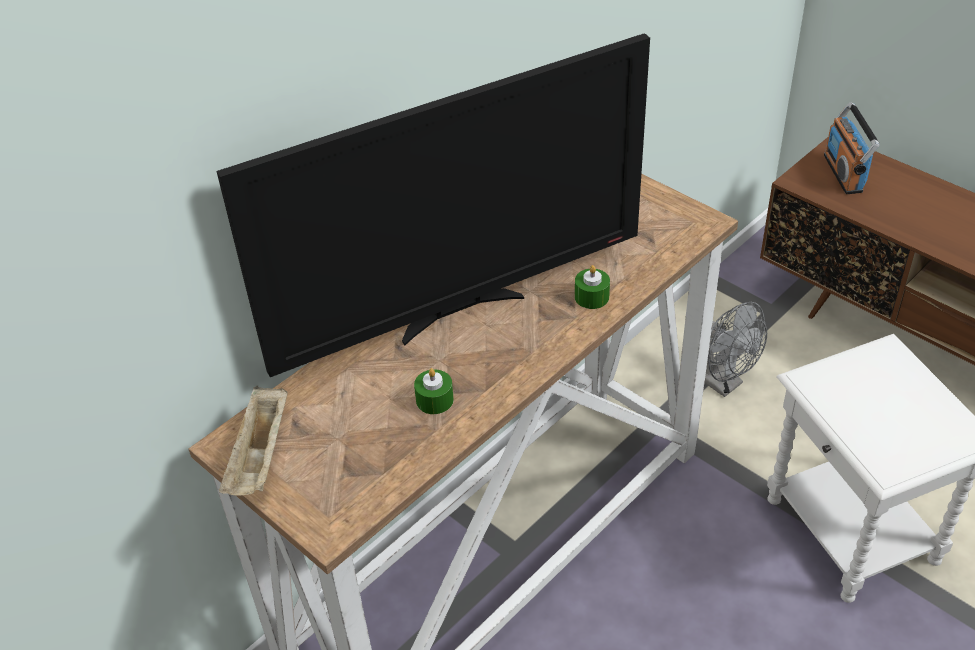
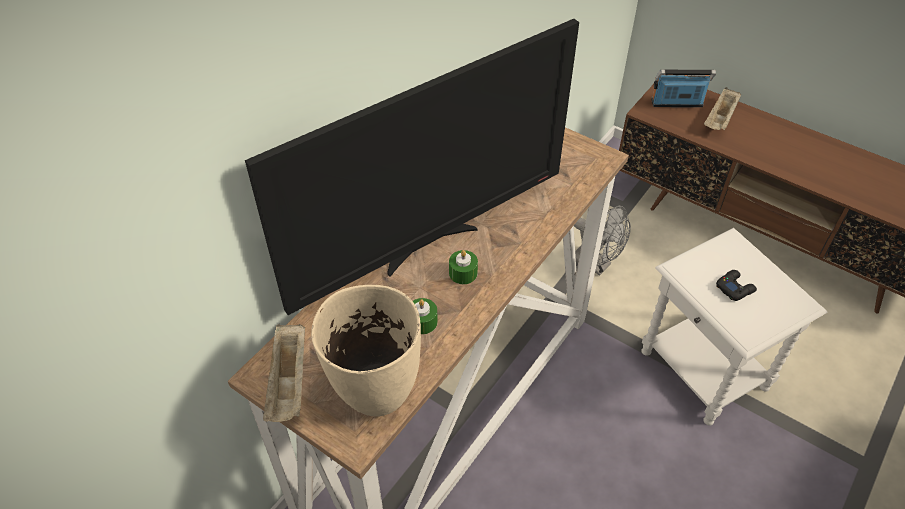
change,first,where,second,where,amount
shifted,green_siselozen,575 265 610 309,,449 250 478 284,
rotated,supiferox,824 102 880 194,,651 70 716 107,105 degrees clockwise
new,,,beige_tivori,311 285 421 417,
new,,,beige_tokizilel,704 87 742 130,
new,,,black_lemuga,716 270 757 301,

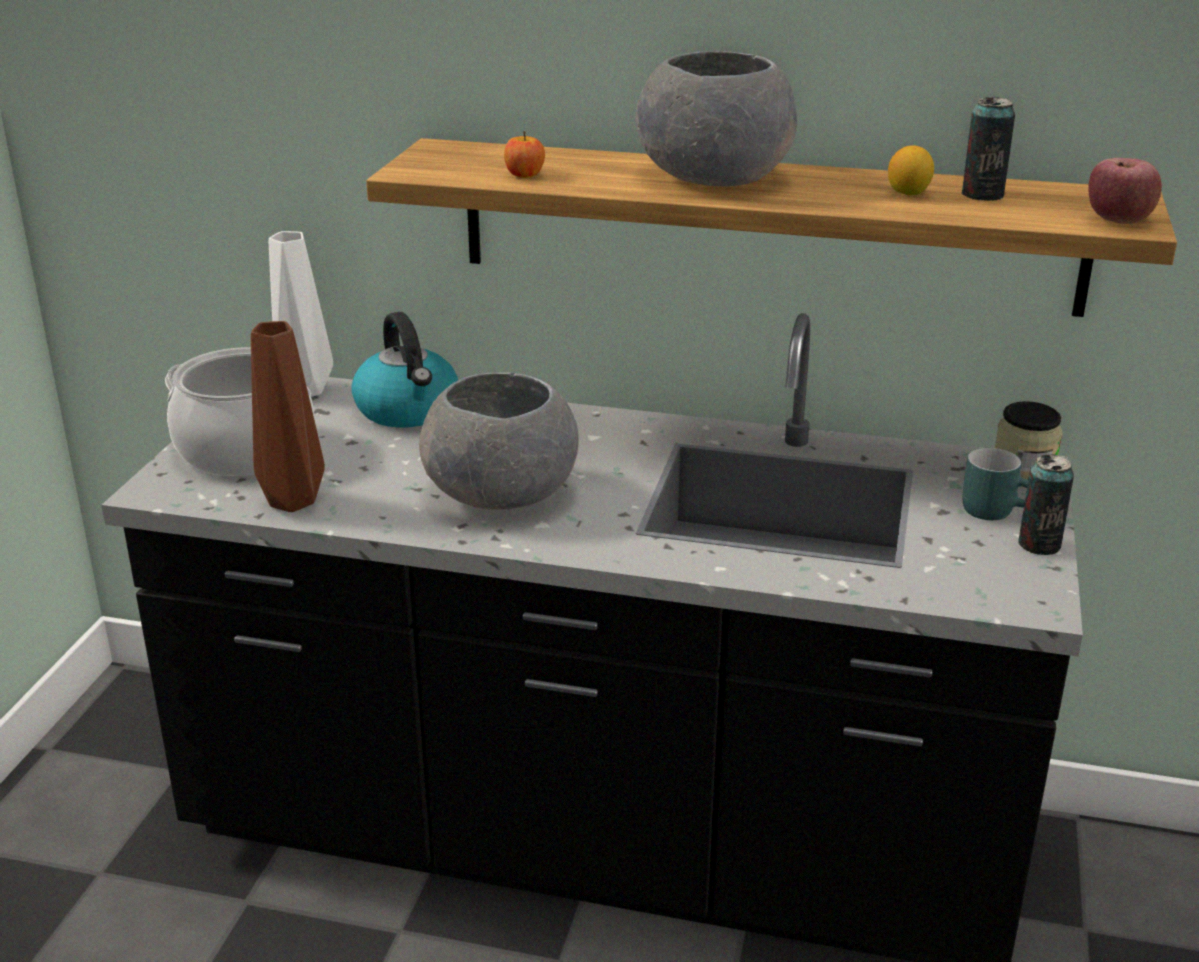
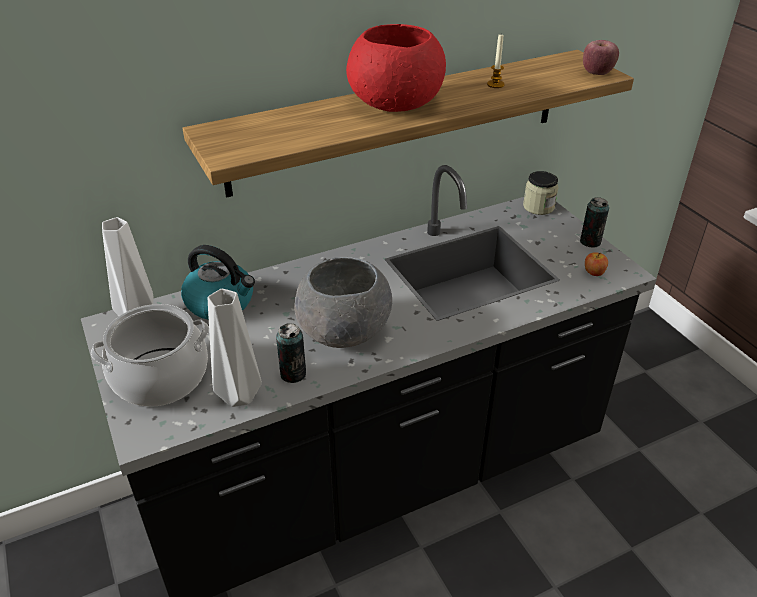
change,first,where,second,where,amount
repainted,brown_tivori,251 321 325 512,grey_tivori,208 289 262 407,
shifted,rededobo,504 131 545 178,,585 252 608 276,
repainted,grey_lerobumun,635 51 797 187,red_lerobumun,346 24 446 112,
swapped,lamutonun,888 145 934 195,siselozen,487 35 505 88,
shifted,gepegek,961 97 1015 201,,276 323 306 383,
gone,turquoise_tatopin,963 448 1028 520,,,

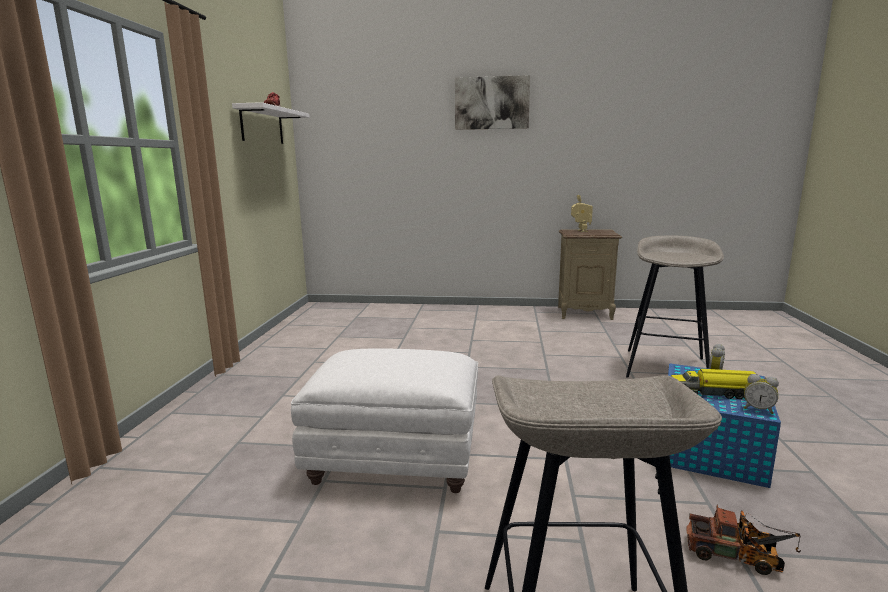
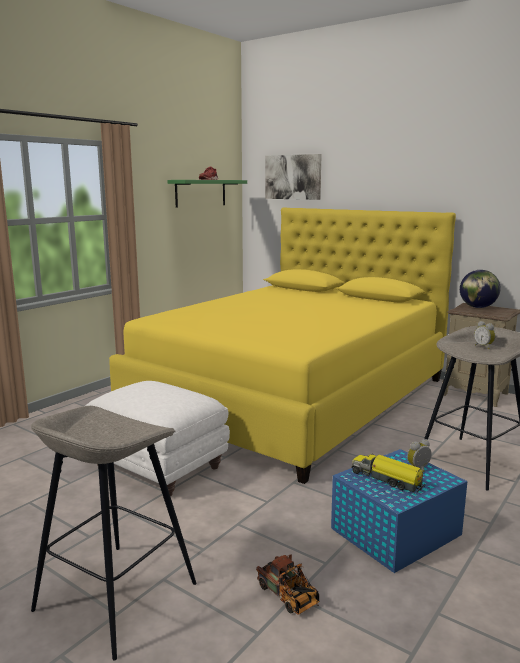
change,first,where,second,where,amount
repainted,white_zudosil,232 102 310 144,green_zudosil,167 180 247 208,
shifted,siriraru,455 75 530 130,,265 154 322 200,
swapped,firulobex,571 195 593 232,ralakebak,460 270 501 308,
shifted,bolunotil,744 374 779 414,,474 321 495 349,
new,,,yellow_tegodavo,109 207 456 484,

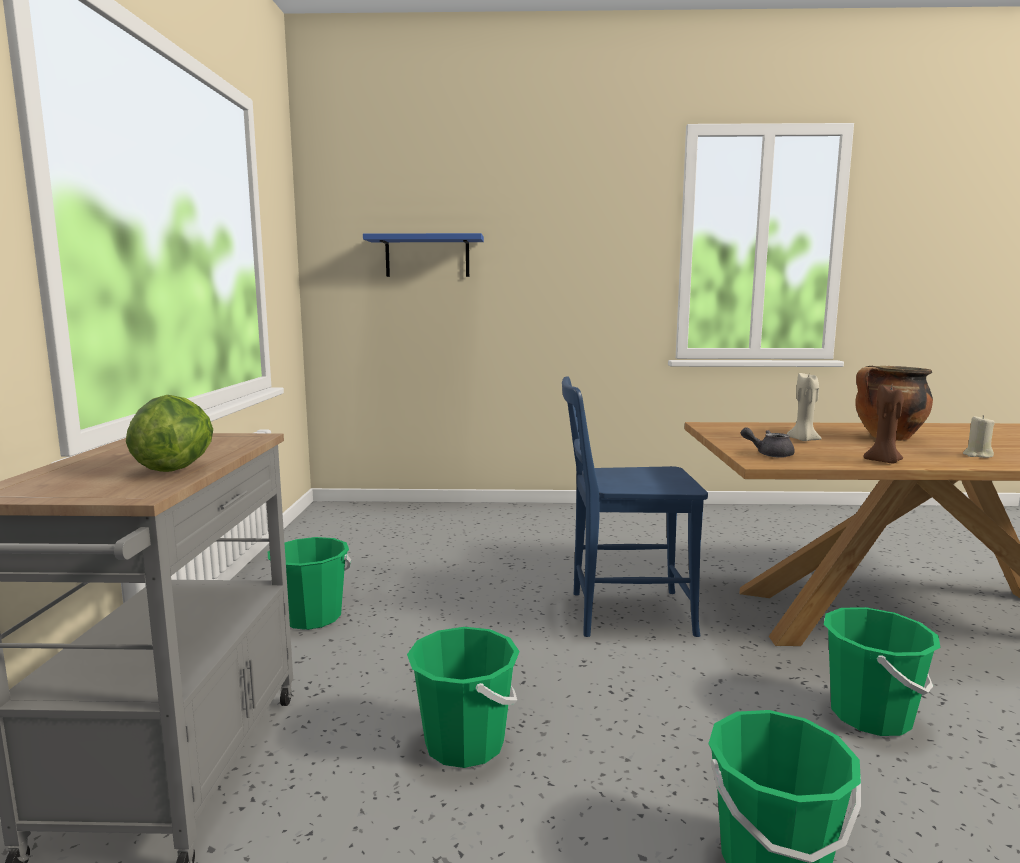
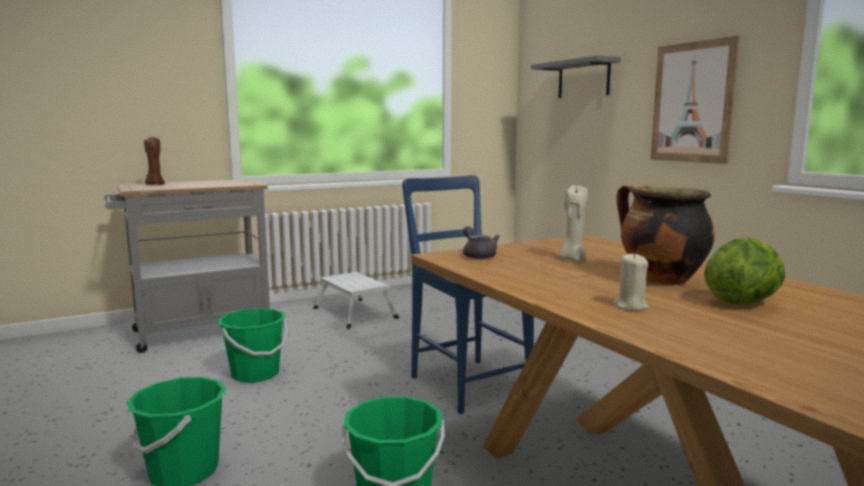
change,first,where,second,where,amount
shifted,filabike,126 395 213 472,,704 238 786 305,
swapped,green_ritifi,268 537 351 630,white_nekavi,313 272 399 329,
repainted,blue_zudosil,363 233 484 277,grey_zudosil,531 55 621 98,
shifted,brown_siselozen,863 385 904 463,,144 137 165 185,
new,,,siriraru,650 36 740 164,

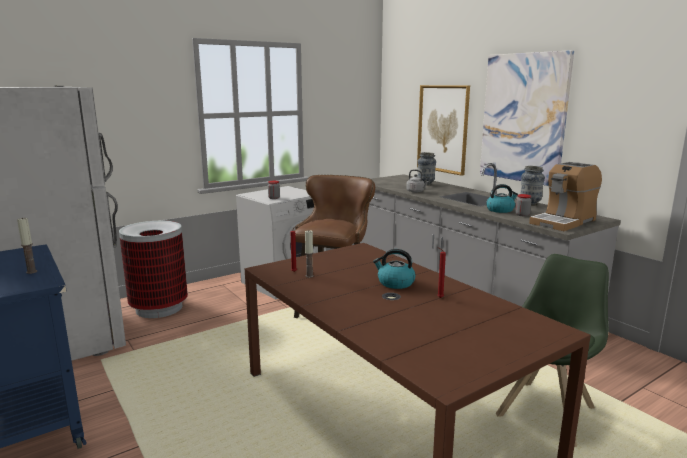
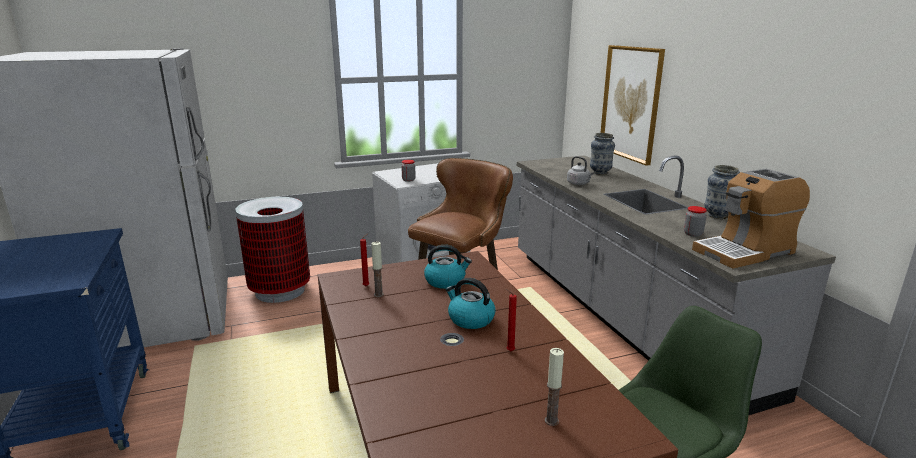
change,first,where,second,where,amount
shifted,siselozen,17 217 37 274,,545 348 564 426,
gone,siriraru,480 50 574 186,,,
shifted,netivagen,486 184 518 213,,424 245 472 289,

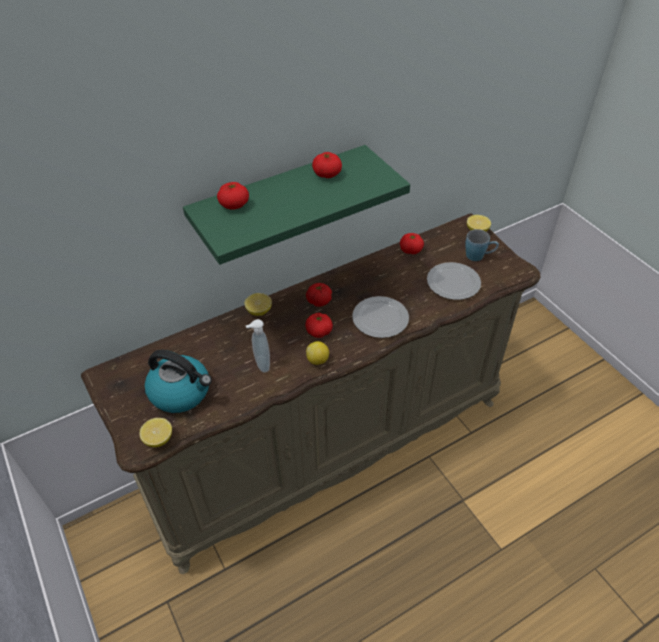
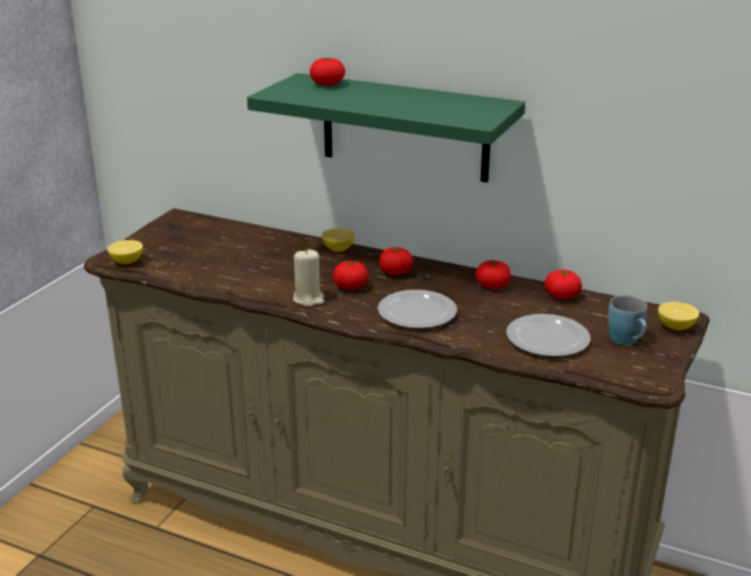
change,first,where,second,where,amount
gone,netivagen,145 350 212 413,,,
gone,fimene,246 319 270 373,,,
swapped,lamutonun,306 341 329 365,beige_siselozen,293 249 324 307,
shifted,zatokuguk,312 152 342 178,,475 260 511 289,

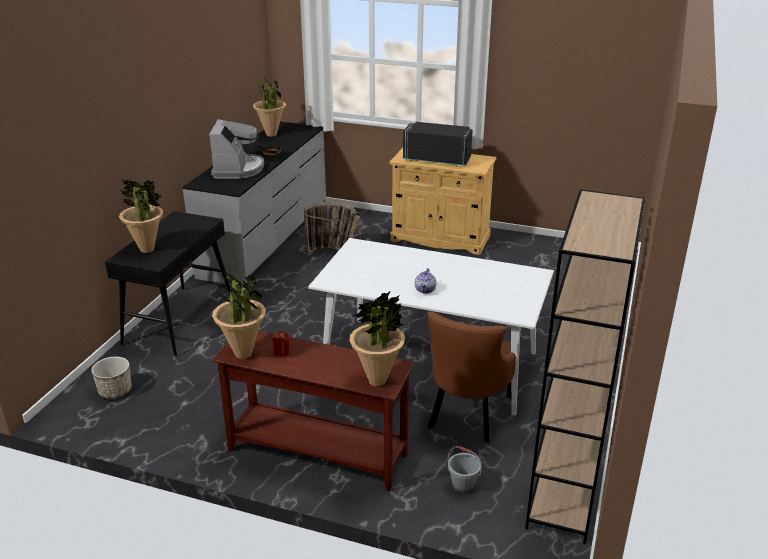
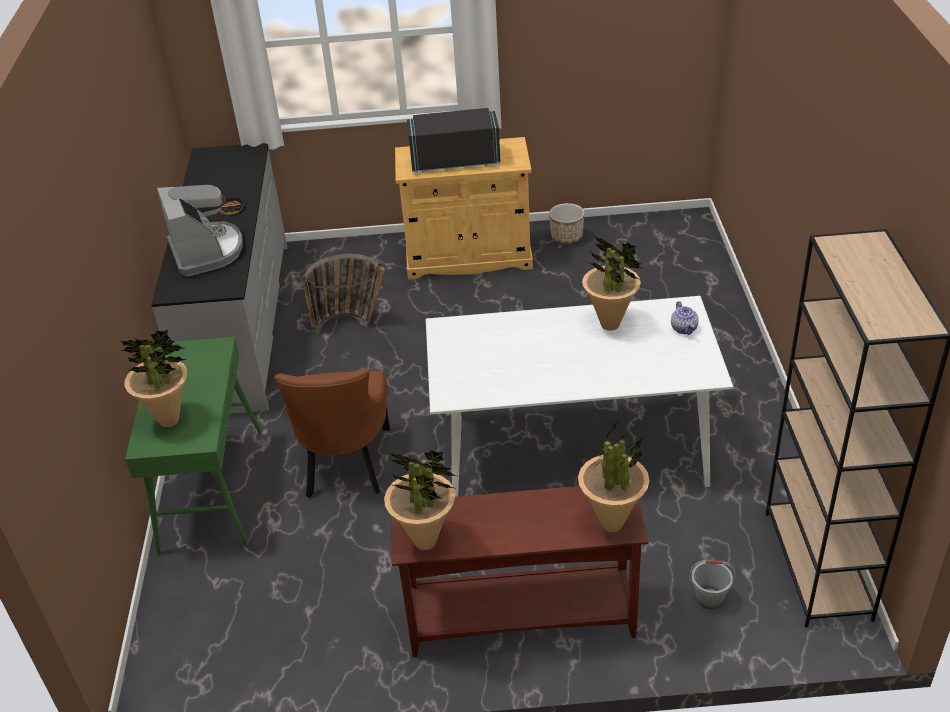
change,first,where,second,where,amount
shifted,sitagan,92 357 132 399,,549 203 584 244,
repainted,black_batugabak,105 211 231 357,green_batugabak,125 337 262 554,
shifted,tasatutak,253 76 286 137,,582 236 642 331,
gone,red_siselozen,273 331 290 356,,,
shifted,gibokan,415 268 436 294,,671 301 699 335,
shifted,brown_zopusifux,427 312 521 443,,274 368 390 498,

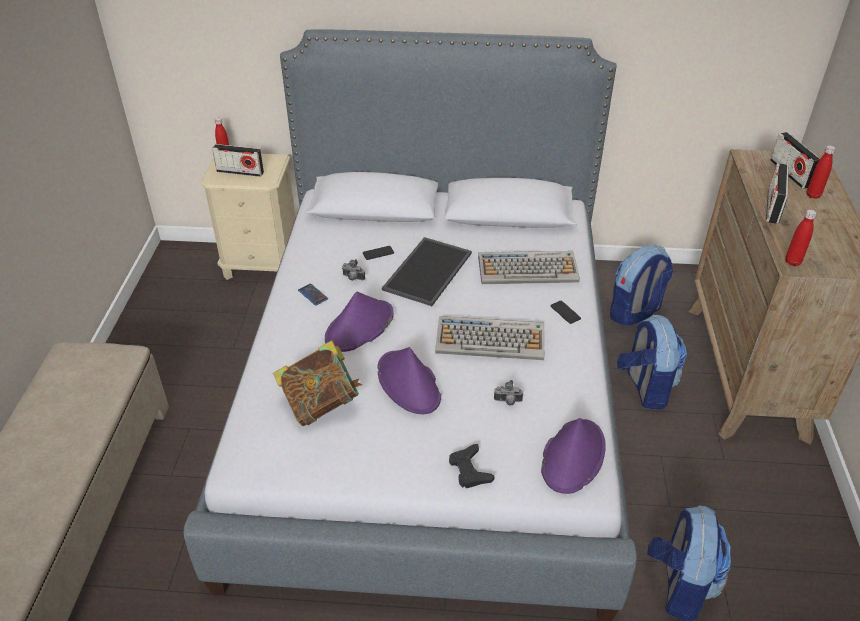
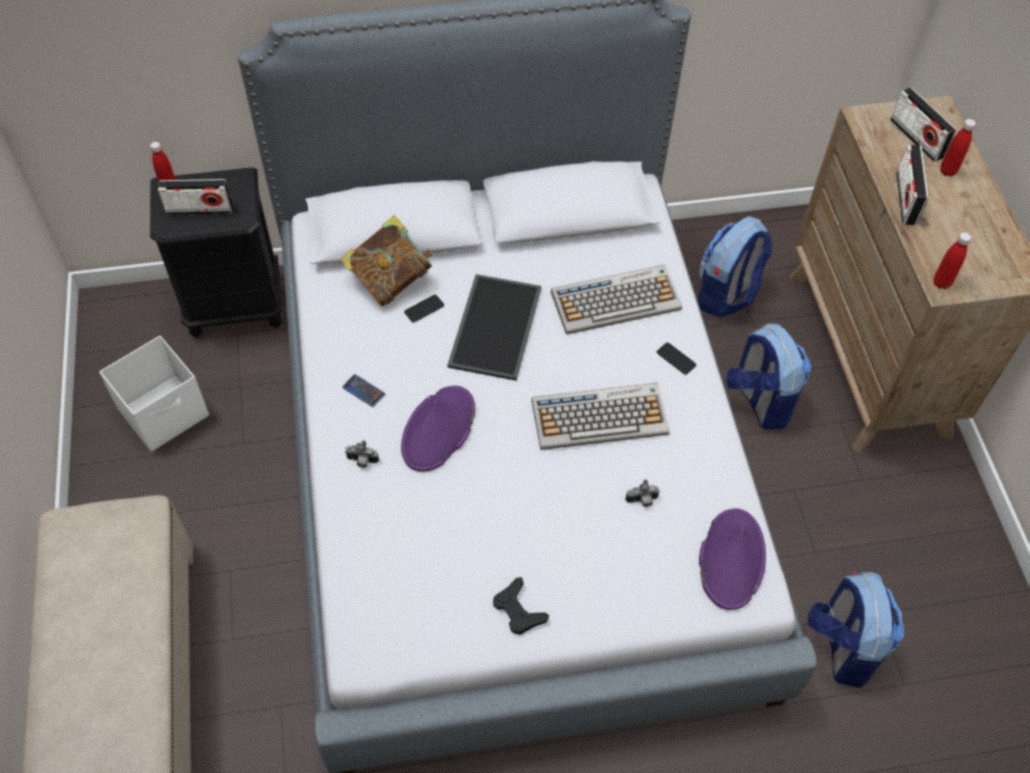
change,first,where,second,where,amount
repainted,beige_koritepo,201 154 296 280,black_koritepo,150 167 282 338,
shifted,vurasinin,273 340 362 426,,340 215 433 307,
shifted,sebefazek,342 259 365 281,,345 440 379 468,
gone,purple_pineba,377 347 441 414,,,
shifted,black_lemuga,449 444 495 488,,493 577 549 635,
new,,,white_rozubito,99 336 209 452,

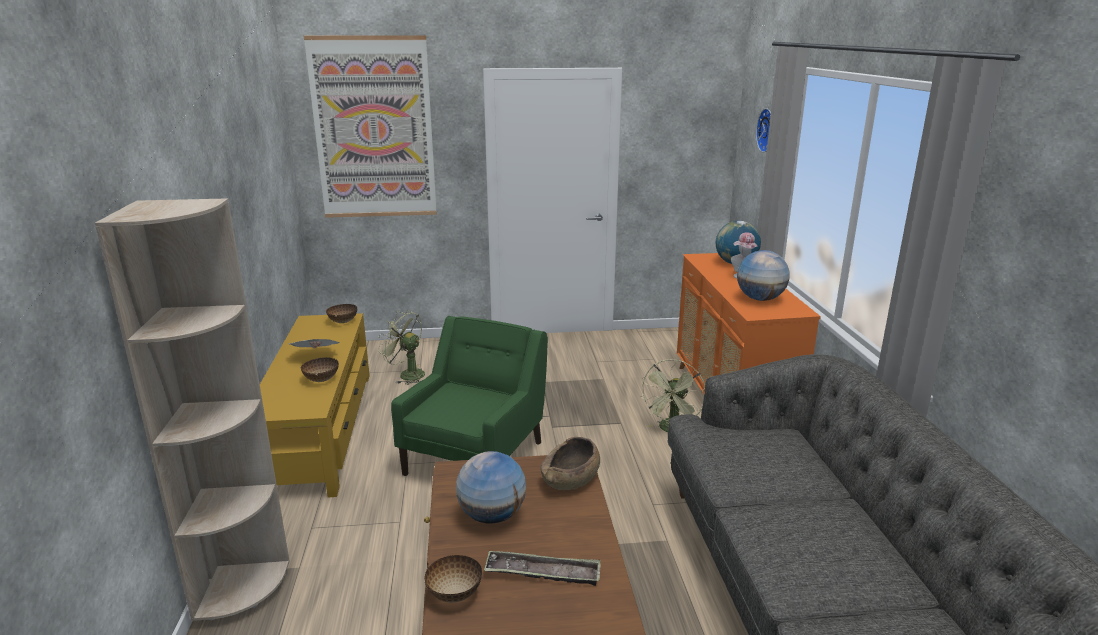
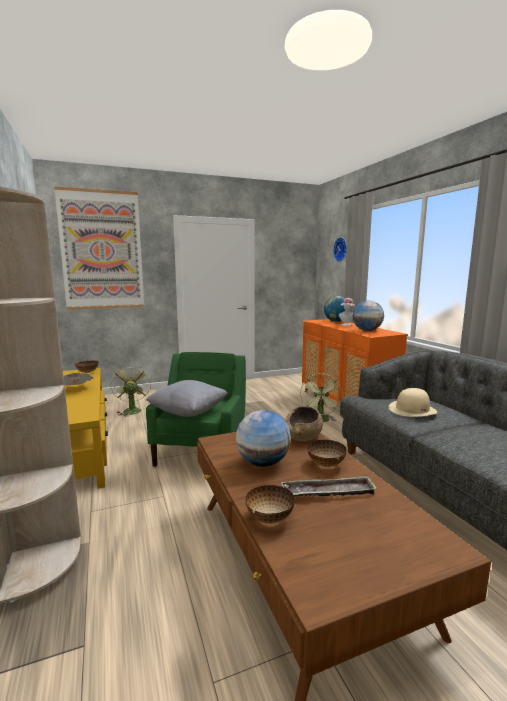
change,first,where,second,where,amount
shifted,lerobumun,300 357 339 382,,307 440 347 467,
rotated,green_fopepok,378 310 425 385,,110 365 151 417,60 degrees clockwise
new,,,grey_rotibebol,146 380 228 417,
new,,,beige_pineba,389 388 437 417,

